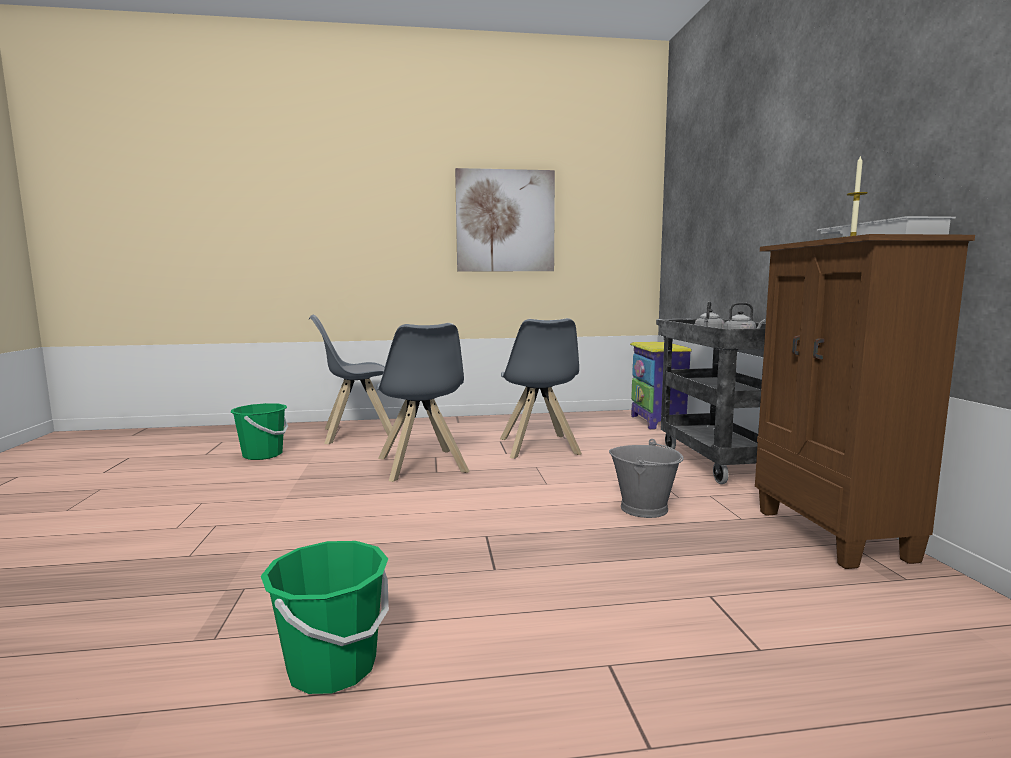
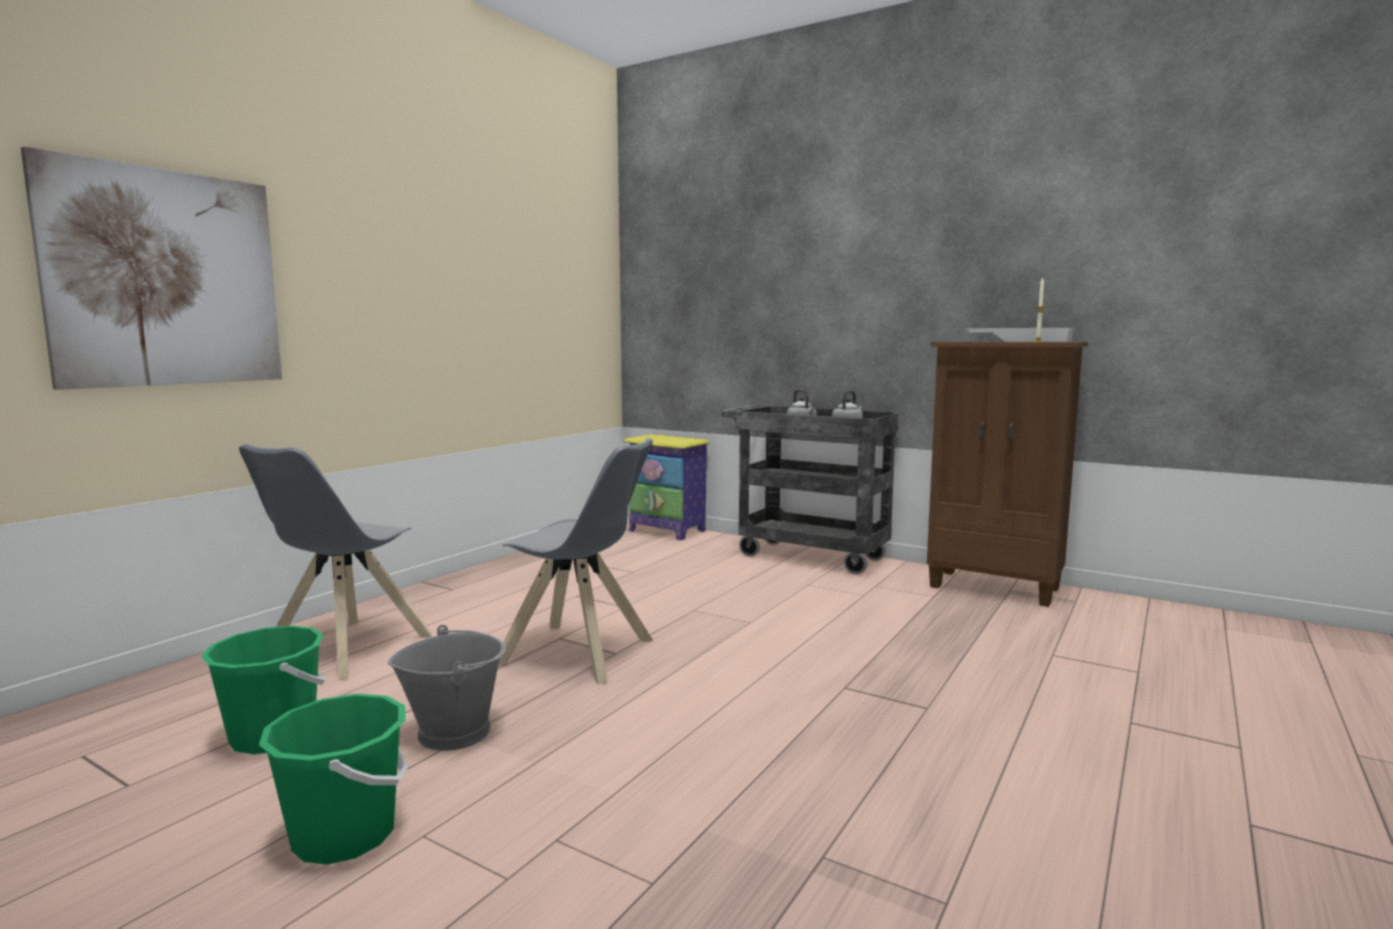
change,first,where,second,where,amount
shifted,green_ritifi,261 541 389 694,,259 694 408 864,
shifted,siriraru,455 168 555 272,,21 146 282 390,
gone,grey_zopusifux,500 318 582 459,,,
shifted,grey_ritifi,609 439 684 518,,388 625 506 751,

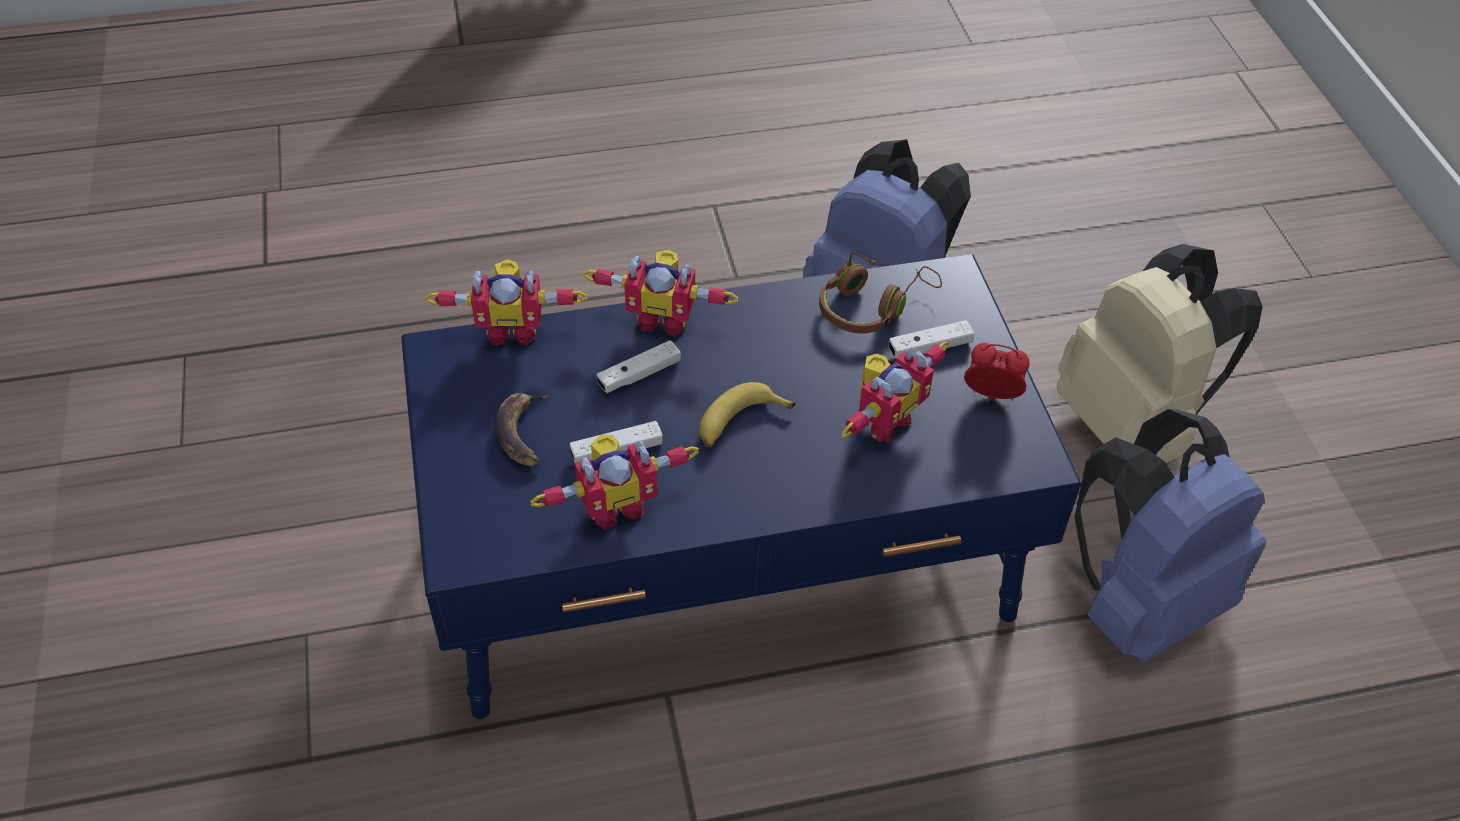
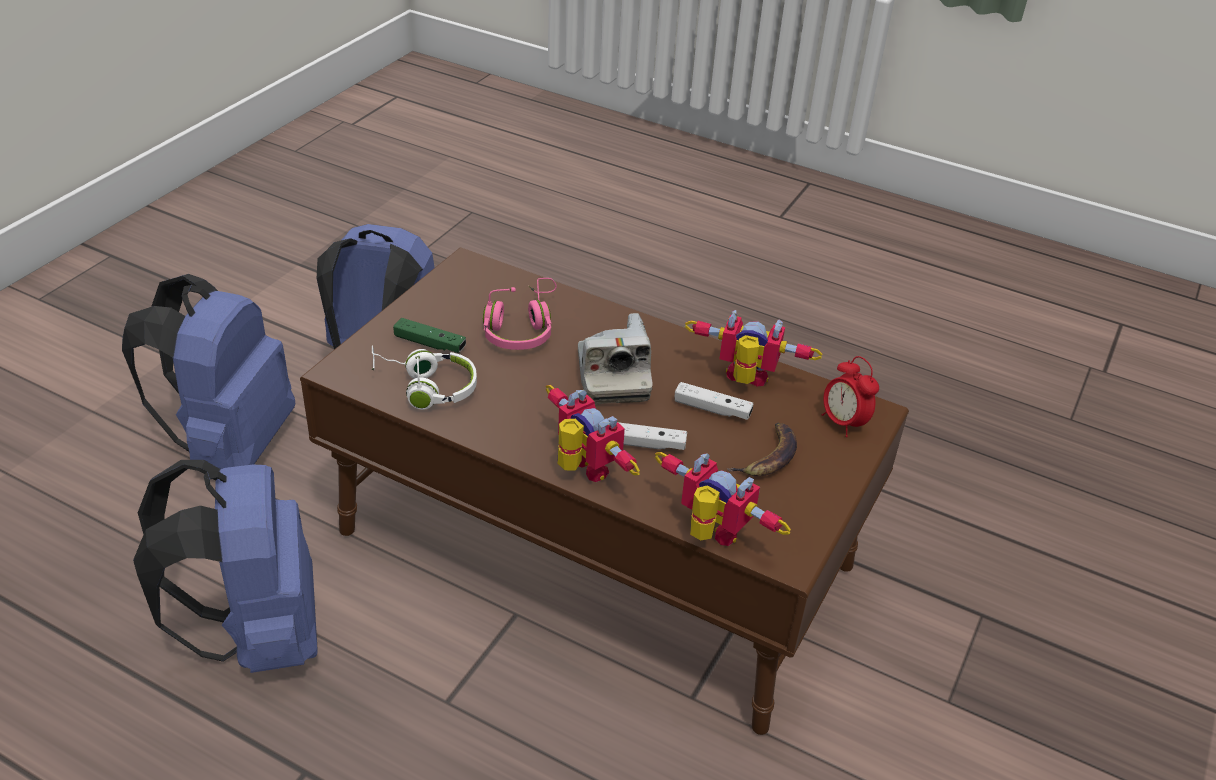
change,first,where,second,where,amount
repainted,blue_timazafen,401 254 1082 719,brown_timazafen,300 247 909 735,
swapped,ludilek,699 382 796 447,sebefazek,578 313 653 405,
repainted,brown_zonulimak,819 252 942 333,white_zonulimak,372 345 477 410,
swapped,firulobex,841 342 948 444,pink_zonulimak,483 278 557 350,
repainted,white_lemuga,888 320 974 358,green_lemuga,393 318 466 353,
shifted,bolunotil,964 343 1030 401,,821 356 879 437,
repainted,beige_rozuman,1057 244 1263 463,blue_rozuman,122 274 295 469,

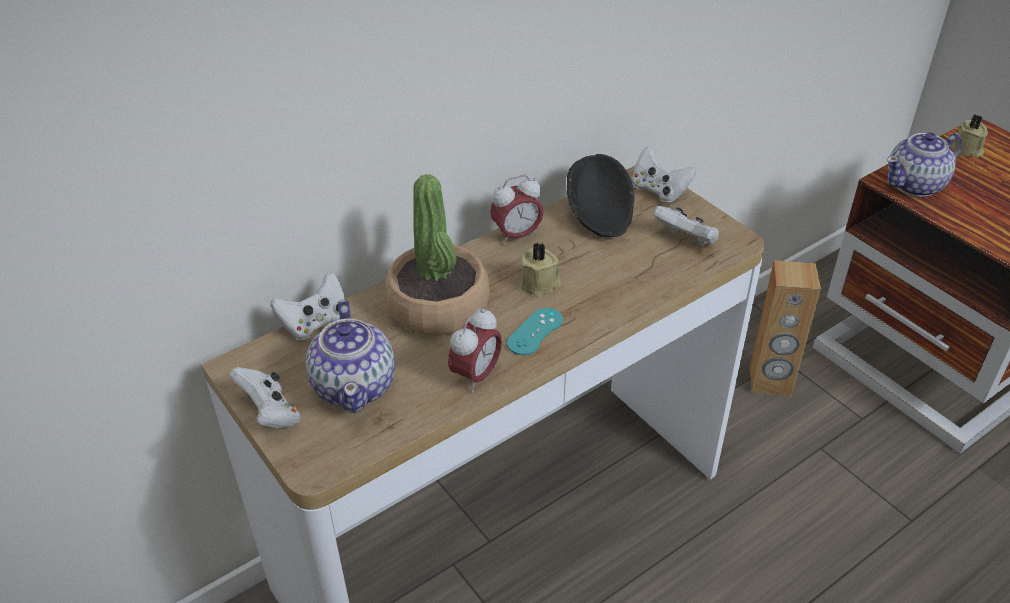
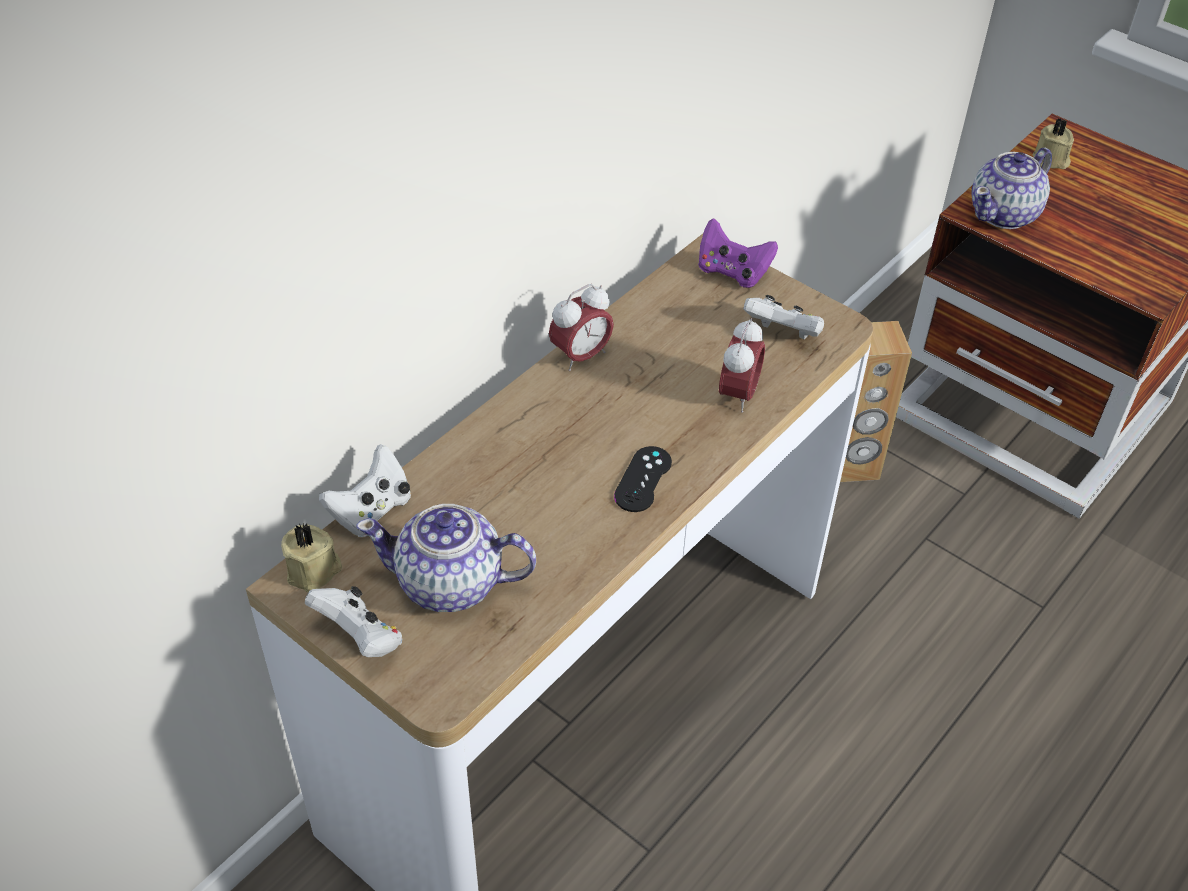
change,first,where,second,where,amount
rotated,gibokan,306 300 395 413,,356 504 536 612,120 degrees clockwise
gone,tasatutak,385 174 490 336,,,
shifted,bolunotil,448 307 502 393,,719 318 765 413,
repainted,turquoise_lemuga,507 308 563 355,black_lemuga,614 446 672 512,
shifted,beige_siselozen,520 242 561 297,,281 523 342 592,
gone,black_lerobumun,567 154 635 237,,,
repainted,white_lemuga,632 146 696 203,purple_lemuga,698 218 778 288,

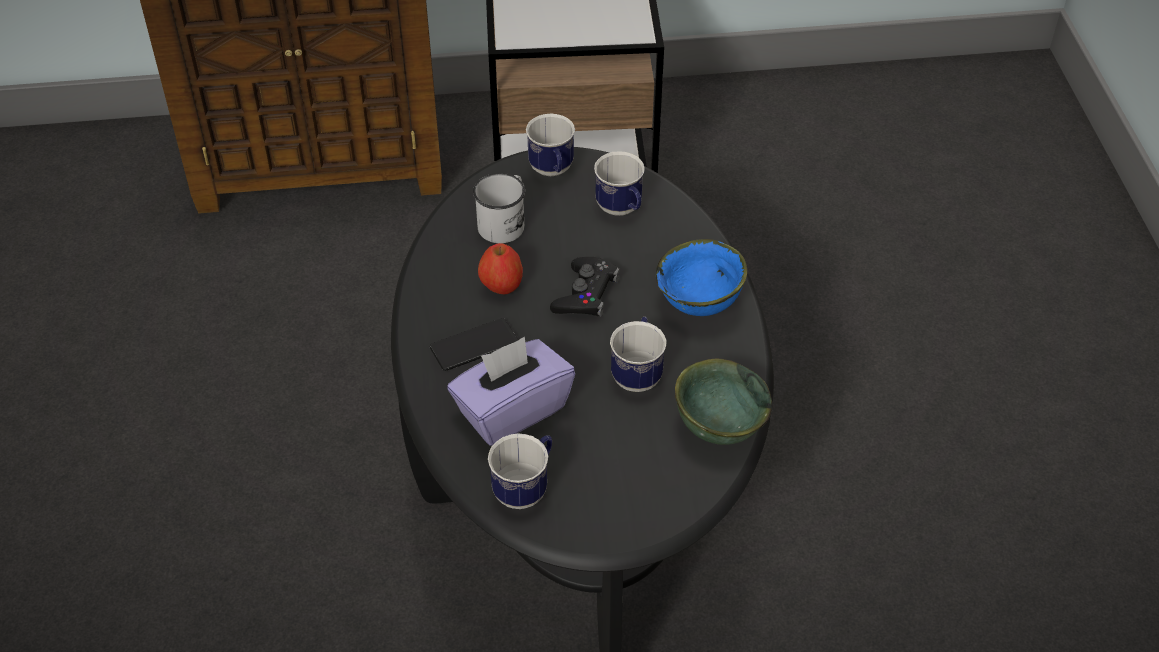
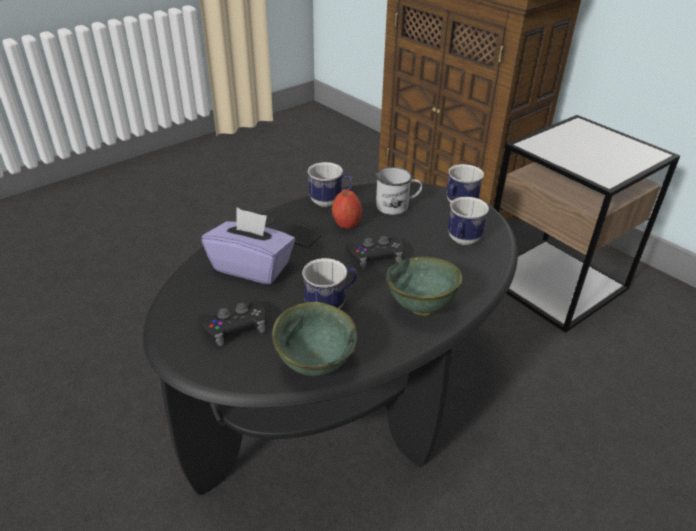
change,first,where,second,where,amount
shifted,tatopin,488 433 552 509,,308 162 353 207,
repainted,blue_lerobumun,656 239 747 316,green_lerobumun,386 256 462 316,
new,,,black_lemuga,199 300 266 346,

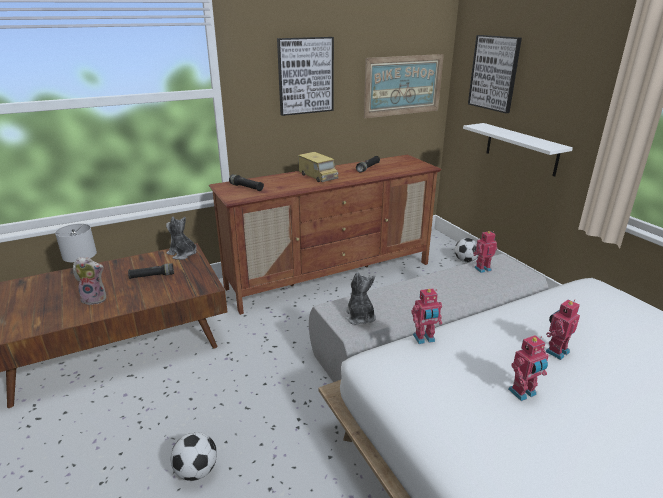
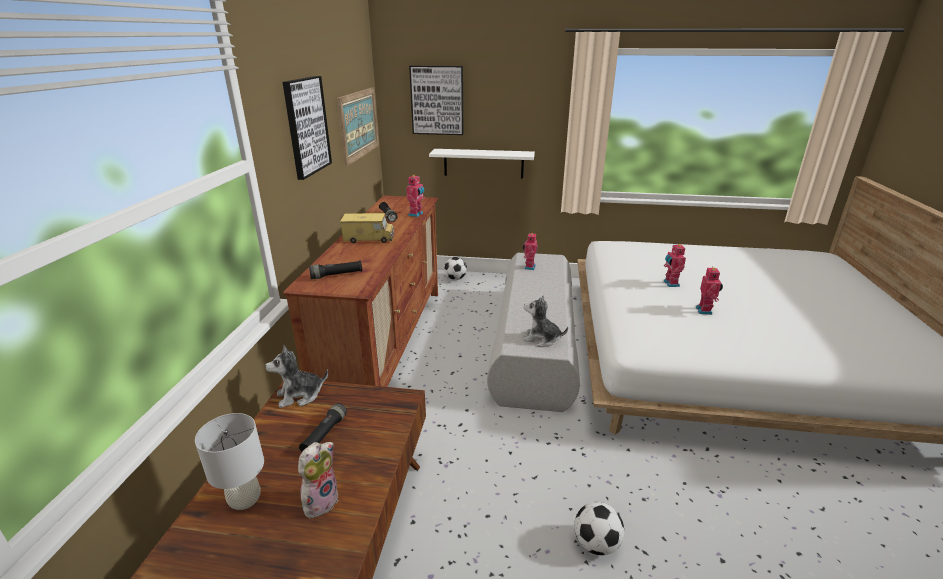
change,first,where,second,where,amount
shifted,firulobex,411 288 442 344,,406 175 425 217,

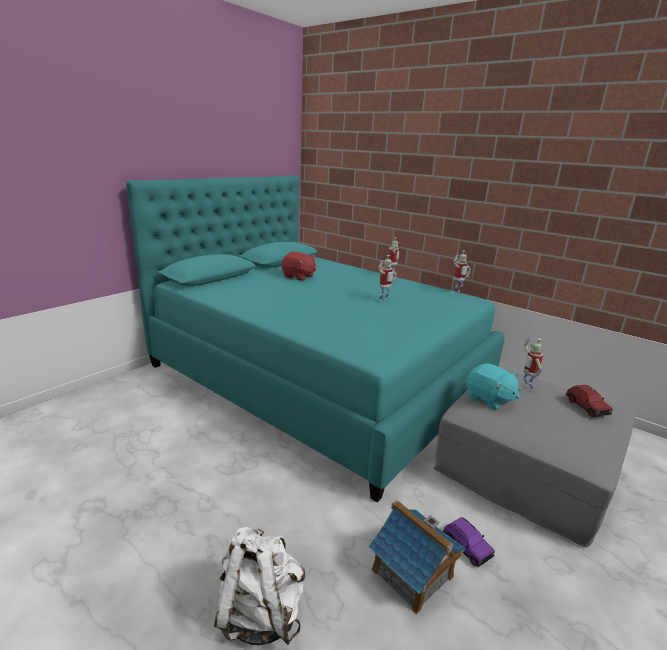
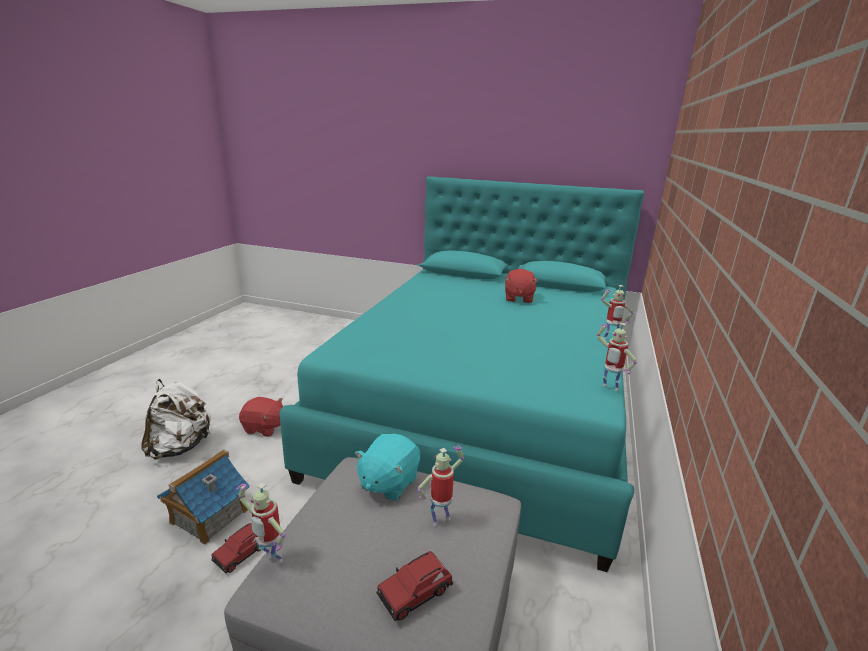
change,first,where,second,where,amount
shifted,firulobex,378 255 397 301,,237 483 286 563,
repainted,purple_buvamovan,443 517 495 567,red_buvamovan,211 523 261 573,
new,,,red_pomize,239 397 283 437,

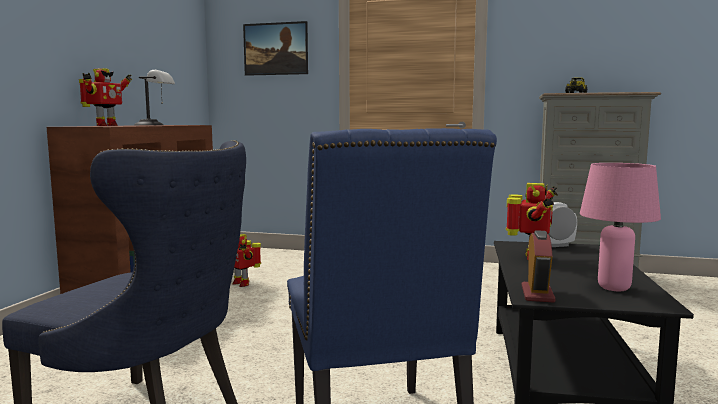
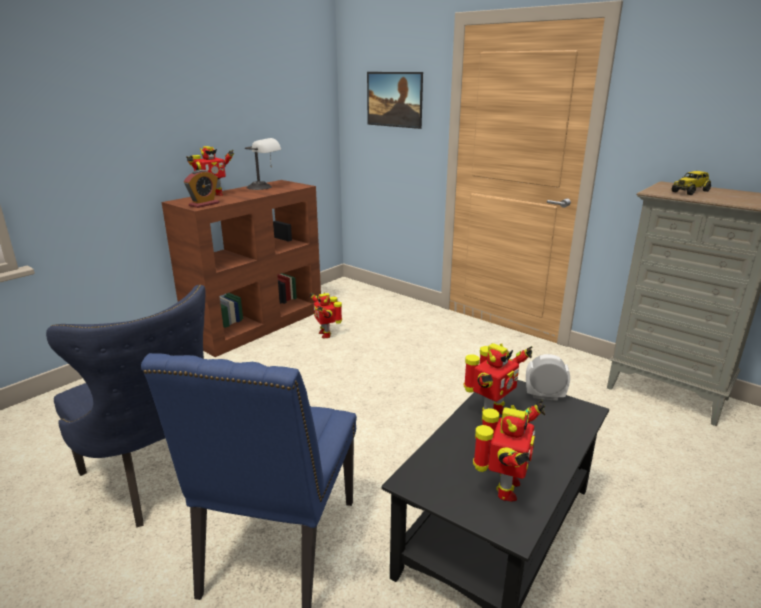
change,first,where,second,where,amount
shifted,bolunotil,522 230 556 303,,184 170 219 208,
swapped,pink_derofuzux,580 163 661 291,firulobex,473 400 545 502,

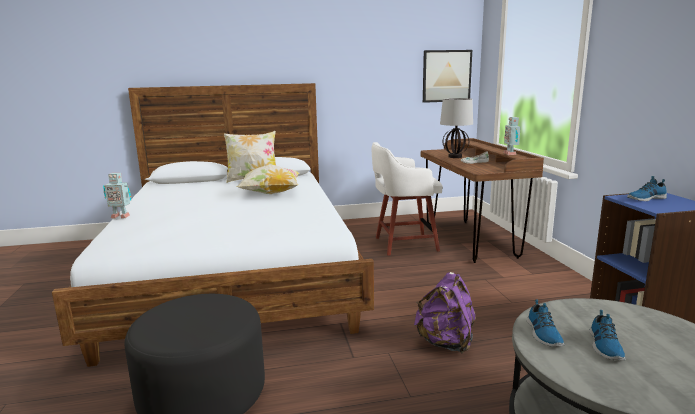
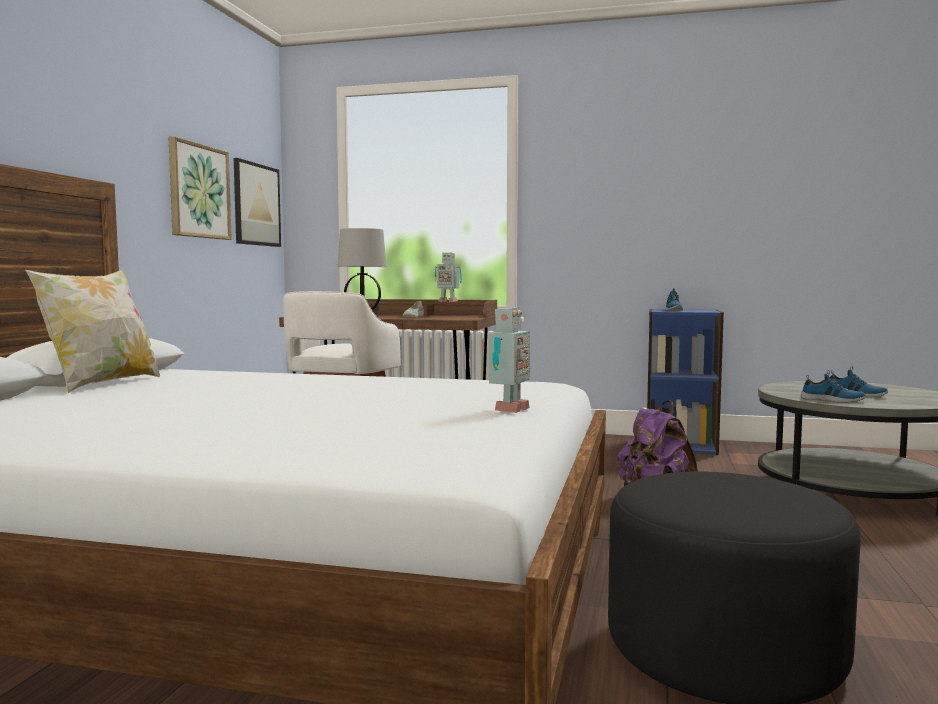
change,first,where,second,where,amount
shifted,firulobex,103 173 131 219,,489 308 530 413,
gone,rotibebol,236 165 300 194,,,
new,,,siriraru,168 137 232 240,

